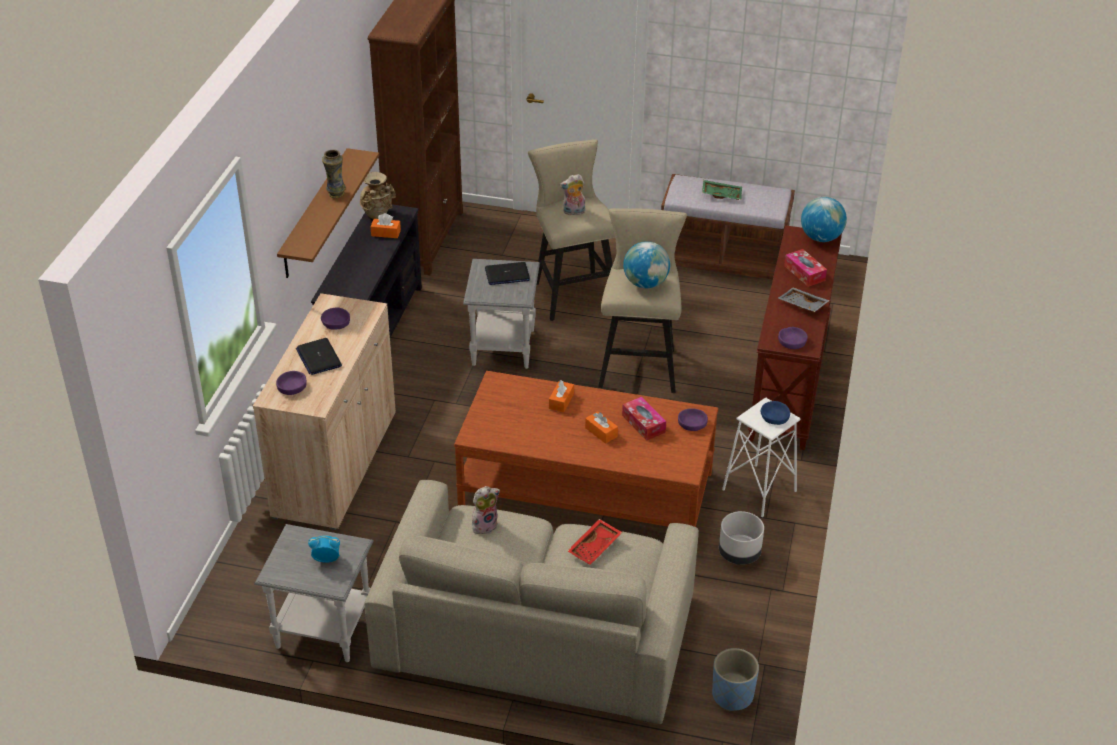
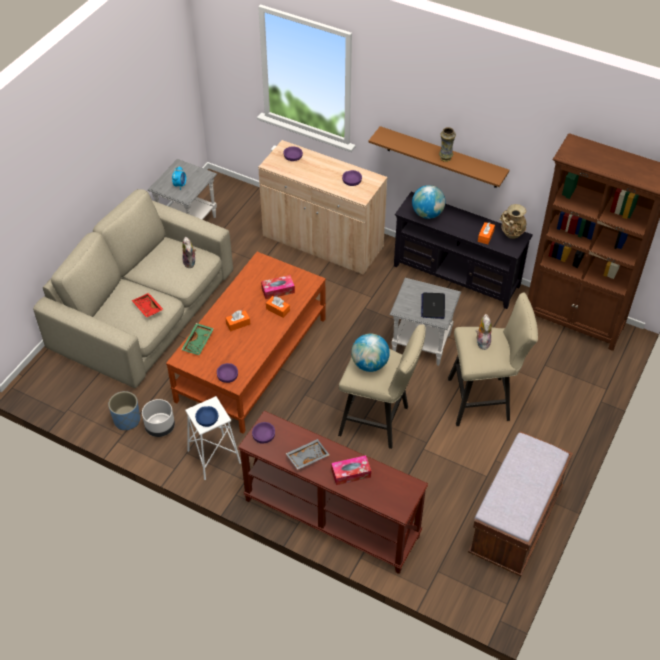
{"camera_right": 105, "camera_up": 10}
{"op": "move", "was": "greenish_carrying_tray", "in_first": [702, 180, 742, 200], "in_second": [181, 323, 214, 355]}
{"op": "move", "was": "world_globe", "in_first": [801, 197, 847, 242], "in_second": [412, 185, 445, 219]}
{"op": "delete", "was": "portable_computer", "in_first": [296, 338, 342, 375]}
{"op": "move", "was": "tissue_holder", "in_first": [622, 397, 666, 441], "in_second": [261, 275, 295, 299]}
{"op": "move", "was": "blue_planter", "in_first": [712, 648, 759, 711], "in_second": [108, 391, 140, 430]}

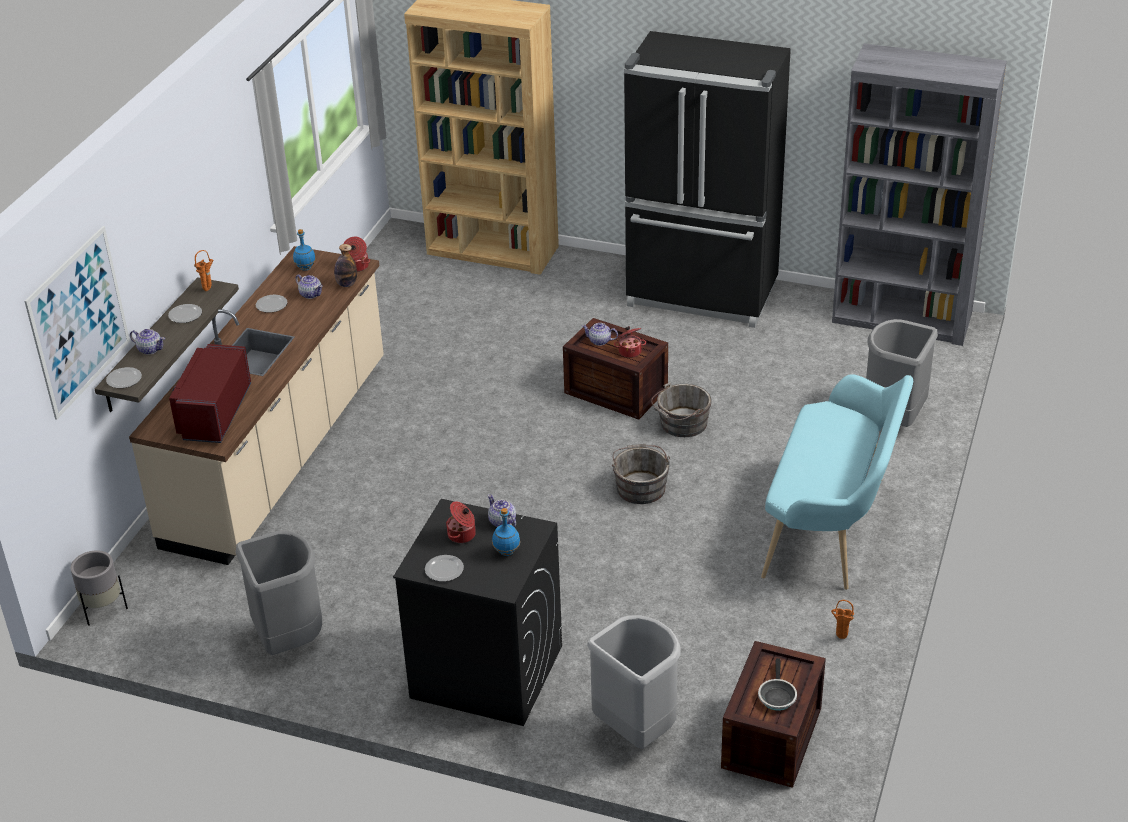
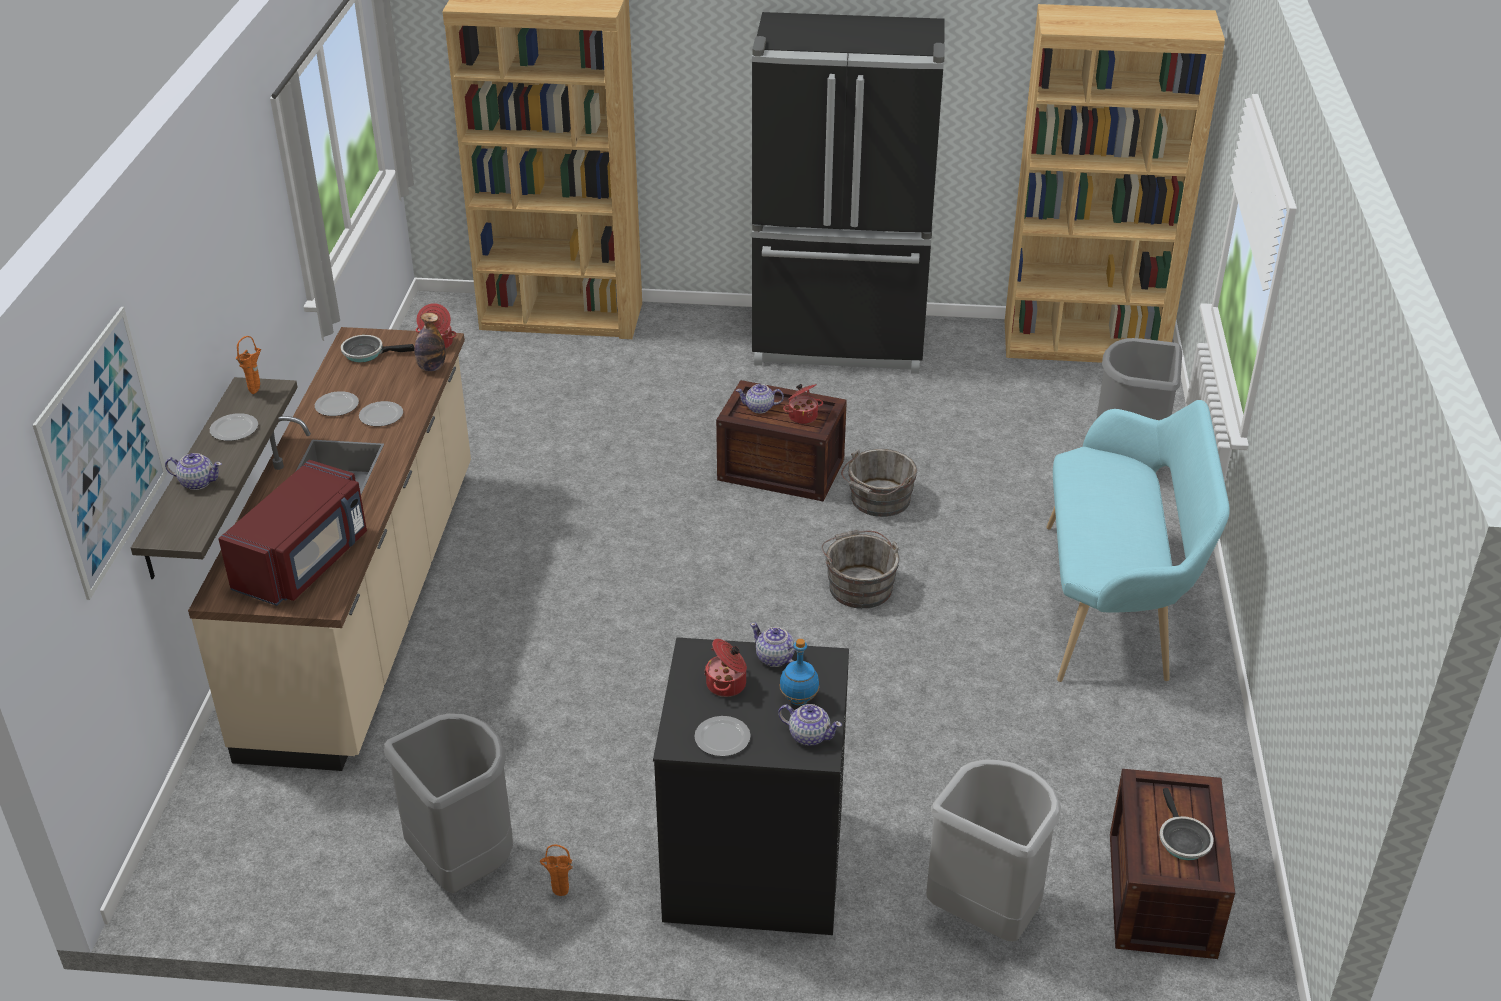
{"camera_right": -15, "camera_up": 0}
{"op": "recolor", "was": "grey_bookshelf", "now": "brownish_bookshelf", "in_first": [832, 44, 1007, 346], "in_second": [1004, 4, 1225, 363]}
{"op": "replace", "was": "blue_drink_bottle", "now": "frying_pan", "in_first": [293, 229, 316, 271], "in_second": [341, 335, 414, 362]}
{"op": "move", "was": "tea_pot", "in_first": [296, 274, 323, 299], "in_second": [778, 704, 842, 746]}
{"op": "rotate", "was": "red_microwave_oven", "in_first": [169, 344, 251, 443], "in_second": [218, 460, 367, 606], "clockwise": -150}
{"op": "move", "was": "flat_dish", "in_first": [106, 367, 142, 388], "in_second": [359, 401, 403, 426]}
{"op": "delete", "was": "grey_planter", "in_first": [70, 550, 128, 626]}
{"op": "move", "was": "orange-coloured_decorative_vase", "in_first": [831, 600, 854, 639], "in_second": [540, 844, 573, 896]}

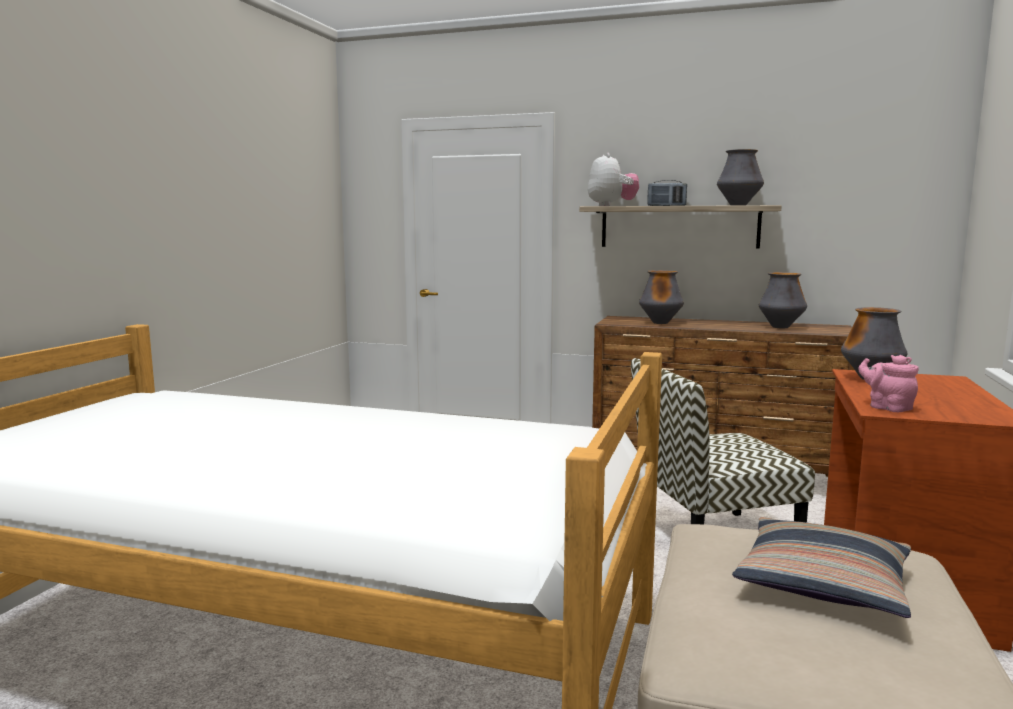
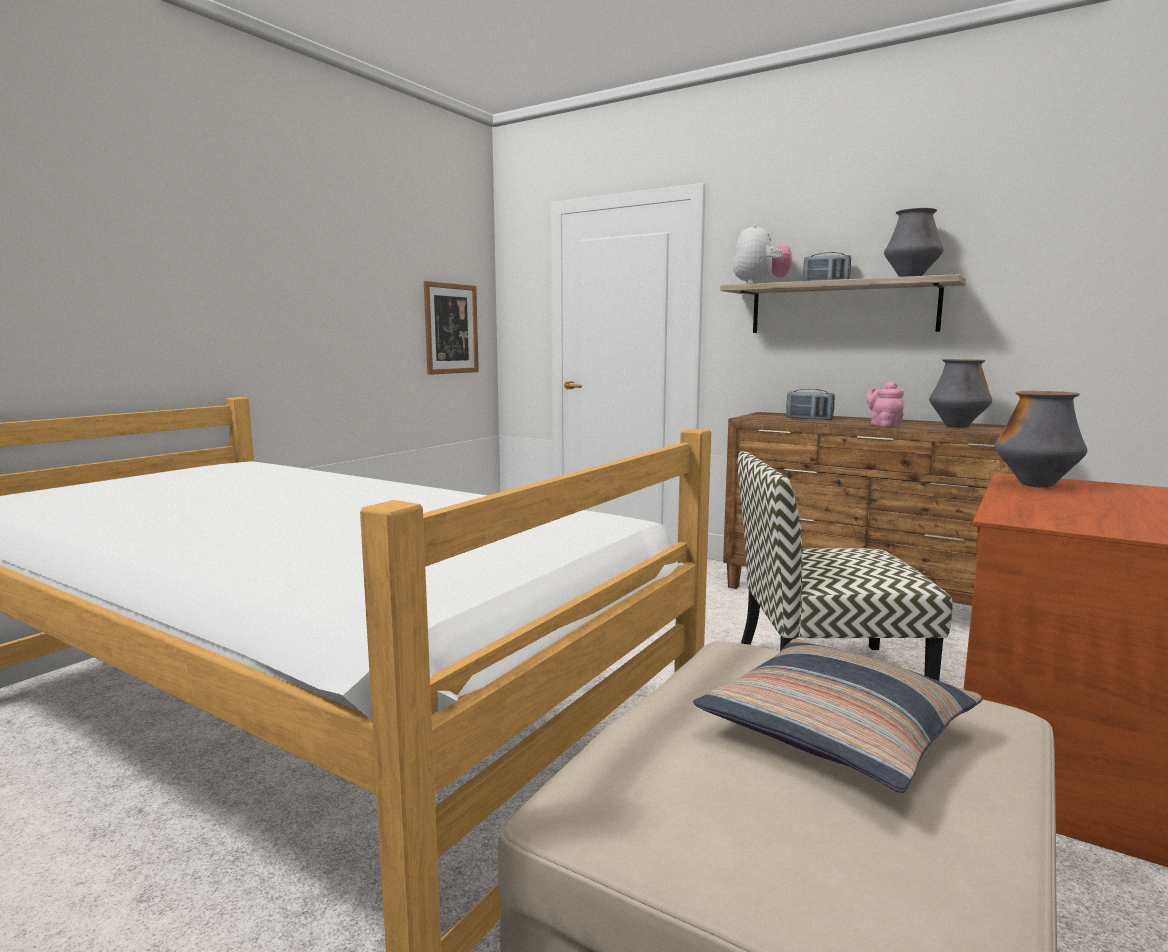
{"camera_right": 15, "camera_up": 0}
{"op": "replace", "was": "decorative_vase", "now": "radio_receiver", "in_first": [639, 270, 684, 324], "in_second": [786, 389, 835, 420]}
{"op": "move", "was": "pinkish_tea_pot", "in_first": [858, 355, 919, 412], "in_second": [866, 382, 904, 426]}
{"op": "insert", "now": "wall_art", "in_second": [424, 281, 479, 375]}

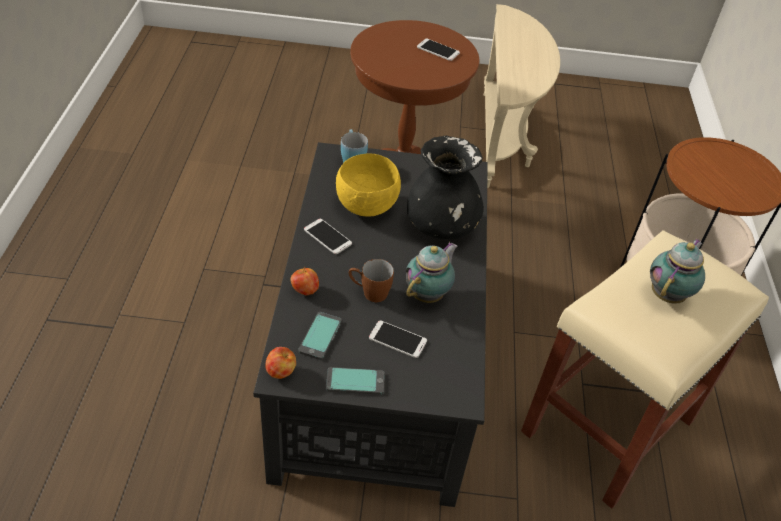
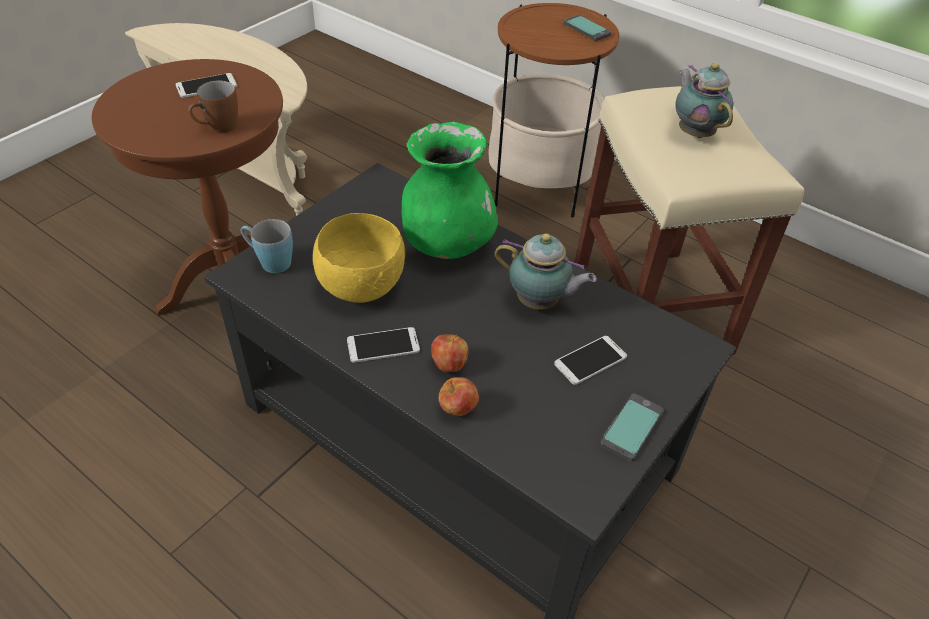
{"camera_right": -55, "camera_up": 0}
{"op": "recolor", "was": "black-coloured_decorative_vase", "now": "greenish_decorative_vase", "in_first": [407, 136, 484, 239], "in_second": [402, 122, 498, 259]}
{"op": "rotate", "was": "tea_pot", "in_first": [406, 242, 458, 303], "in_second": [495, 233, 597, 310], "clockwise": 135}
{"op": "move", "was": "brownish_mug", "in_first": [349, 259, 394, 302], "in_second": [188, 80, 238, 133]}
{"op": "move", "was": "phone", "in_first": [298, 312, 341, 360], "in_second": [563, 15, 611, 41]}
{"op": "move", "was": "apple_fruit", "in_first": [265, 347, 296, 379], "in_second": [431, 334, 469, 373]}

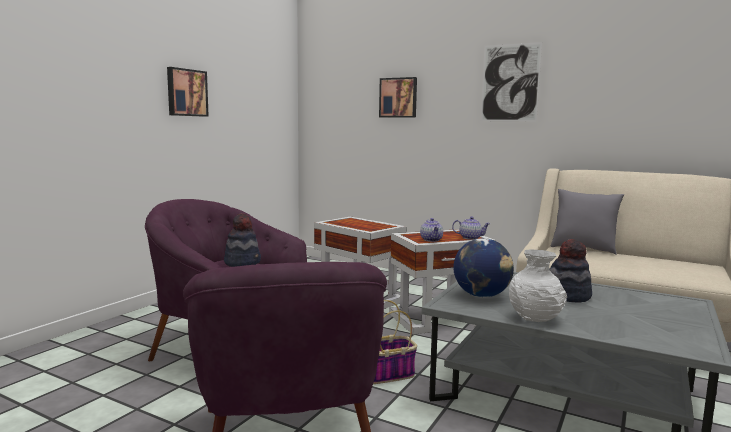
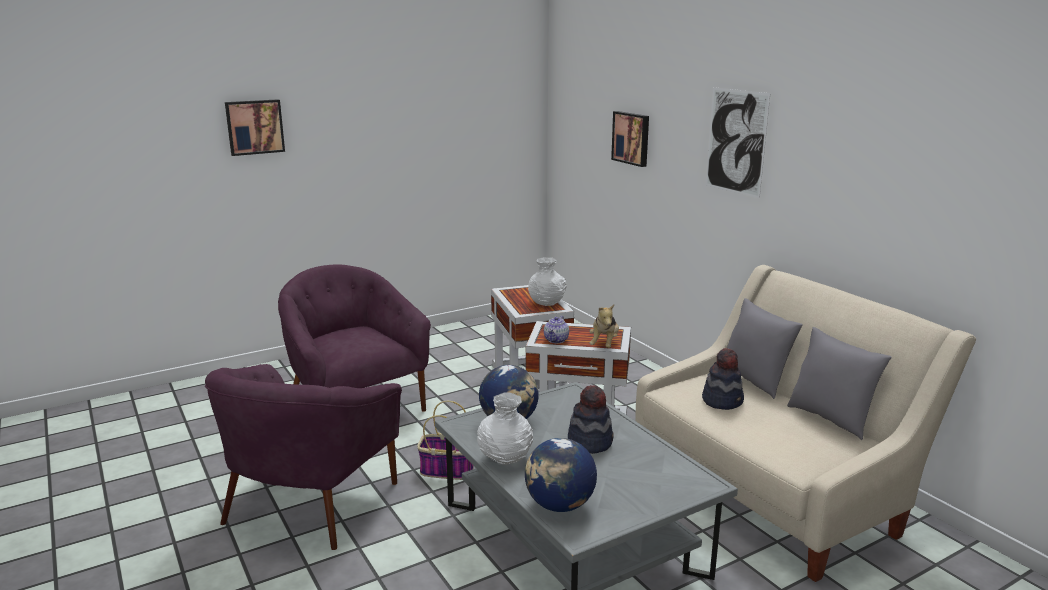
{"camera_right": 30, "camera_up": 10}
{"op": "move", "was": "wall_art", "in_first": [167, 67, 209, 117], "in_second": [225, 99, 285, 156]}
{"op": "move", "was": "hat", "in_first": [224, 213, 261, 267], "in_second": [702, 348, 744, 410]}
{"op": "replace", "was": "tea_pot", "now": "soft_toy", "in_first": [452, 217, 491, 240], "in_second": [590, 304, 619, 348]}
{"op": "insert", "now": "white-coloured_decorative_vase", "in_second": [528, 257, 567, 306]}
{"op": "insert", "now": "grey_cushion", "in_second": [787, 327, 892, 440]}
{"op": "insert", "now": "world_globe", "in_second": [525, 438, 597, 512]}

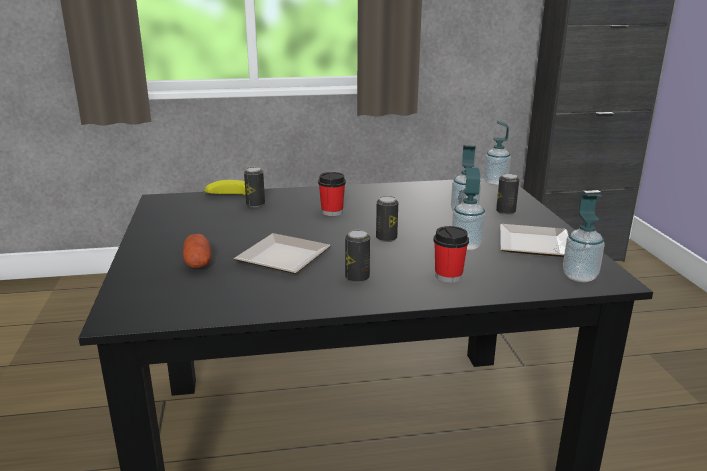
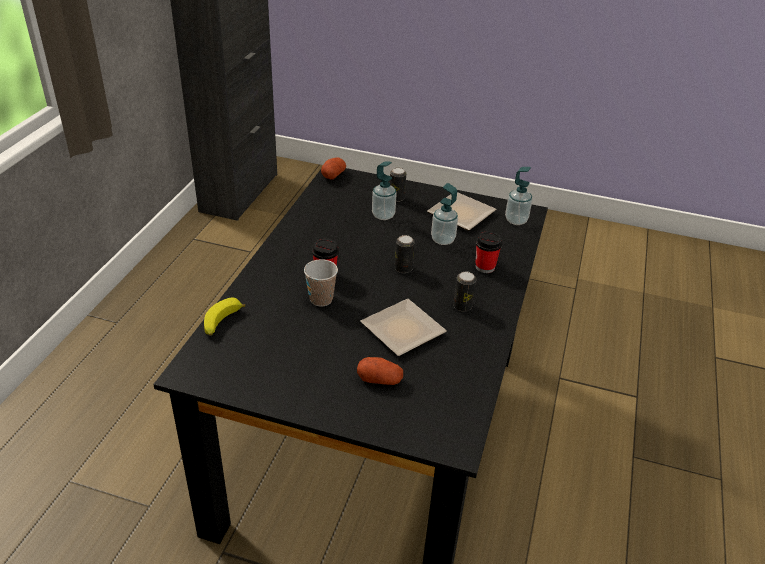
{"camera_right": -65, "camera_up": 15}
{"op": "replace", "was": "soap_dispenser", "now": "whole_potato", "in_first": [484, 121, 511, 186], "in_second": [321, 157, 346, 179]}
{"op": "delete", "was": "sealed_can", "in_first": [244, 167, 265, 207]}
{"op": "insert", "now": "drinking_cup", "in_second": [304, 259, 338, 307]}

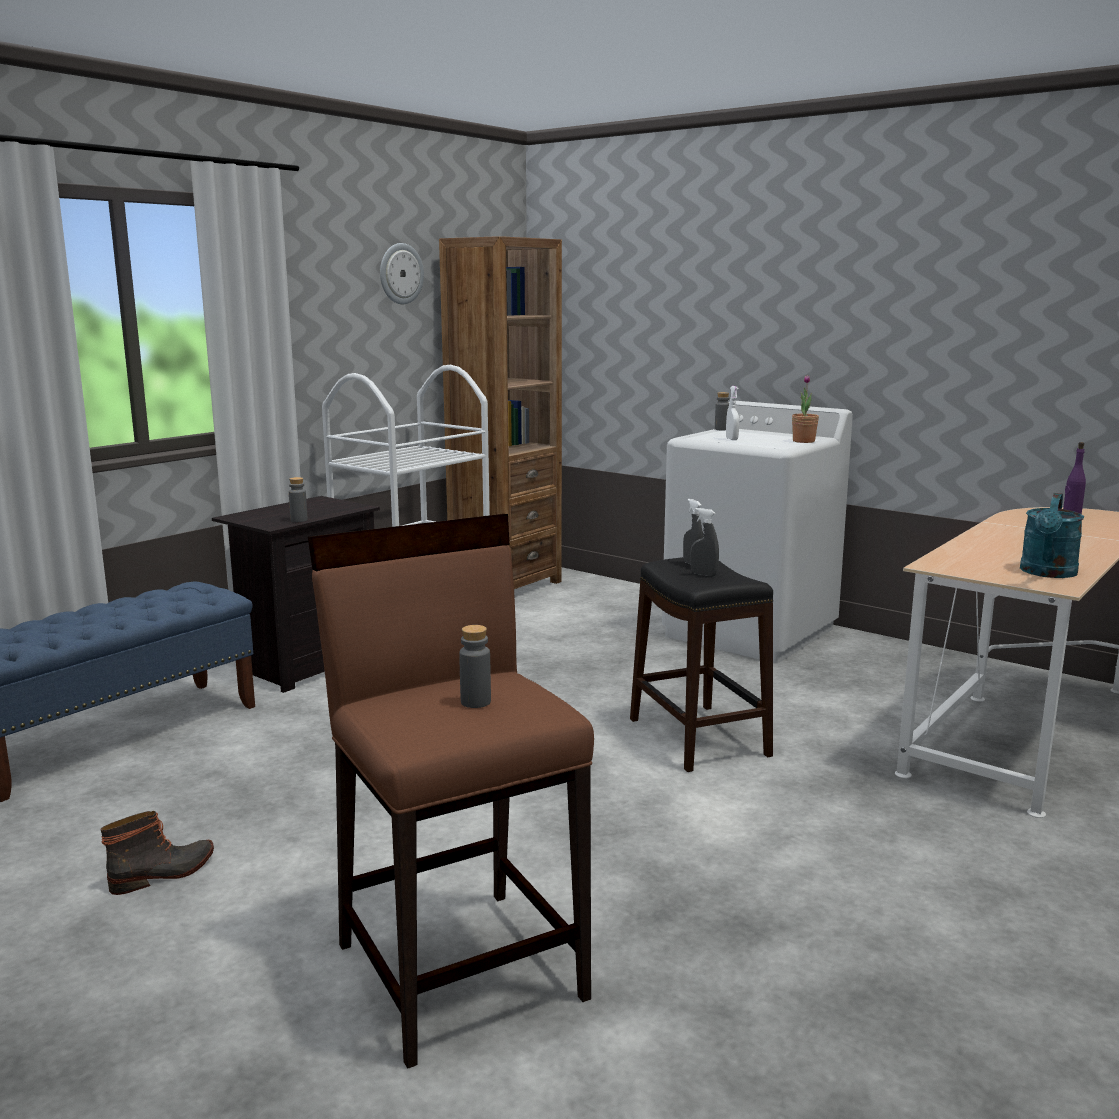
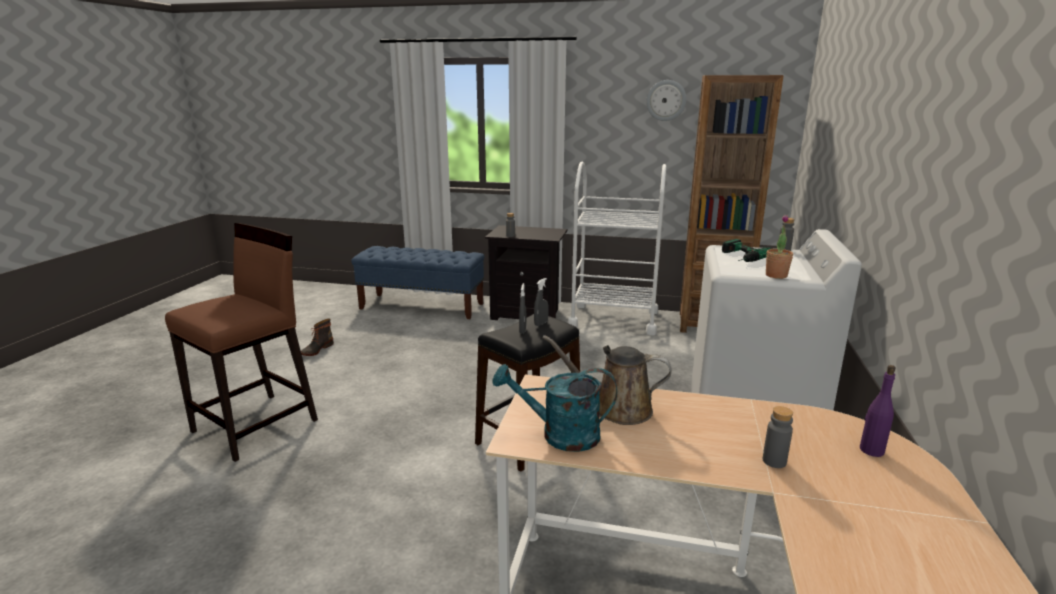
{"camera_right": 65, "camera_up": 5}
{"op": "replace", "was": "white-coloured_hand_sprayer", "now": "power_drill", "in_first": [726, 386, 739, 440], "in_second": [722, 239, 772, 262]}
{"op": "move", "was": "grey_drink_bottle", "in_first": [459, 625, 491, 708], "in_second": [763, 406, 793, 468]}
{"op": "rotate", "was": "high-top_boot", "in_first": [100, 811, 214, 895], "in_second": [301, 319, 334, 356], "clockwise": 90}
{"op": "insert", "now": "brownish_sprinkling_can", "in_second": [543, 335, 672, 425]}

